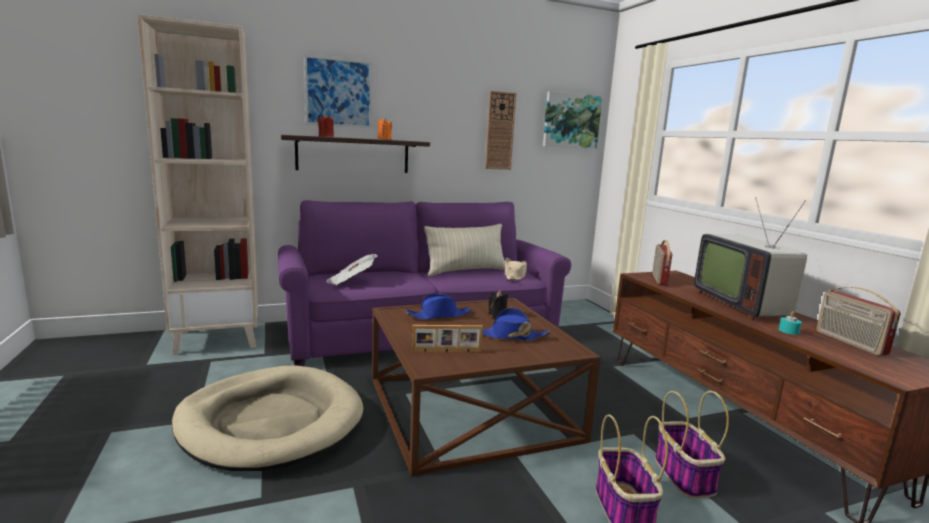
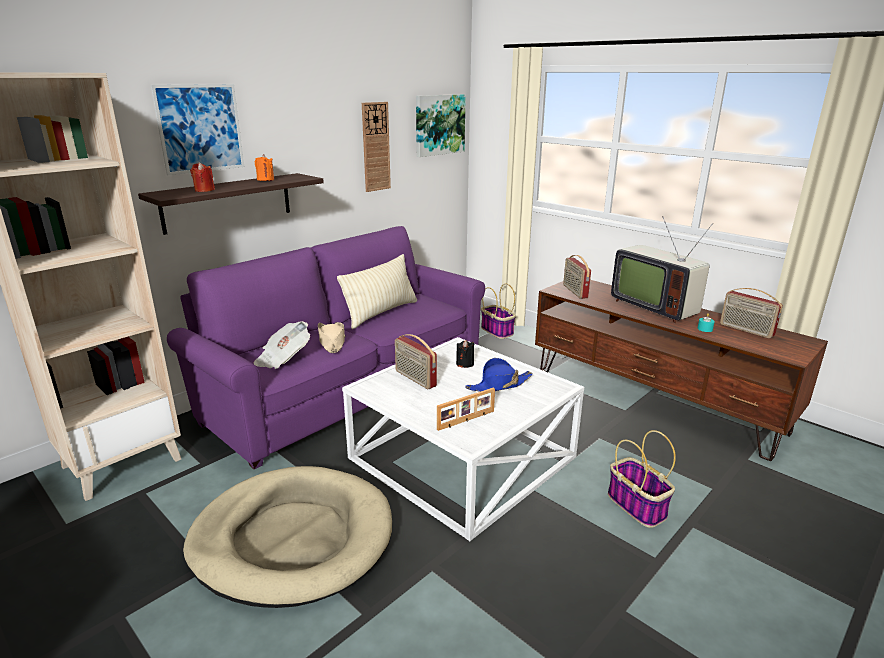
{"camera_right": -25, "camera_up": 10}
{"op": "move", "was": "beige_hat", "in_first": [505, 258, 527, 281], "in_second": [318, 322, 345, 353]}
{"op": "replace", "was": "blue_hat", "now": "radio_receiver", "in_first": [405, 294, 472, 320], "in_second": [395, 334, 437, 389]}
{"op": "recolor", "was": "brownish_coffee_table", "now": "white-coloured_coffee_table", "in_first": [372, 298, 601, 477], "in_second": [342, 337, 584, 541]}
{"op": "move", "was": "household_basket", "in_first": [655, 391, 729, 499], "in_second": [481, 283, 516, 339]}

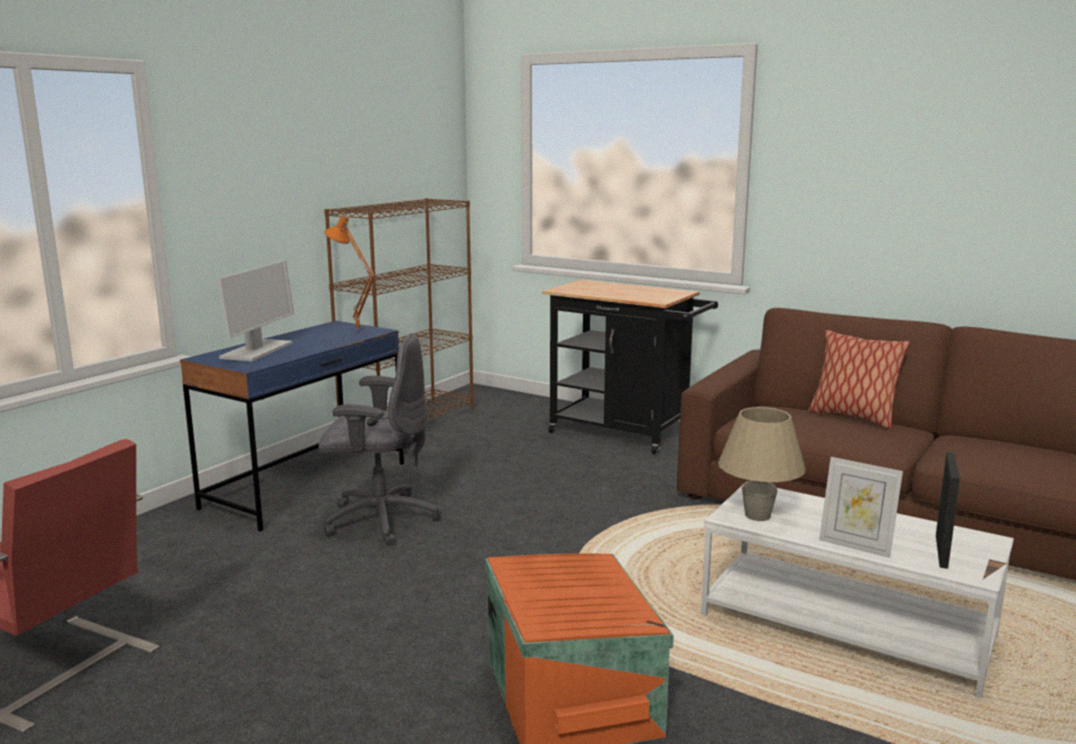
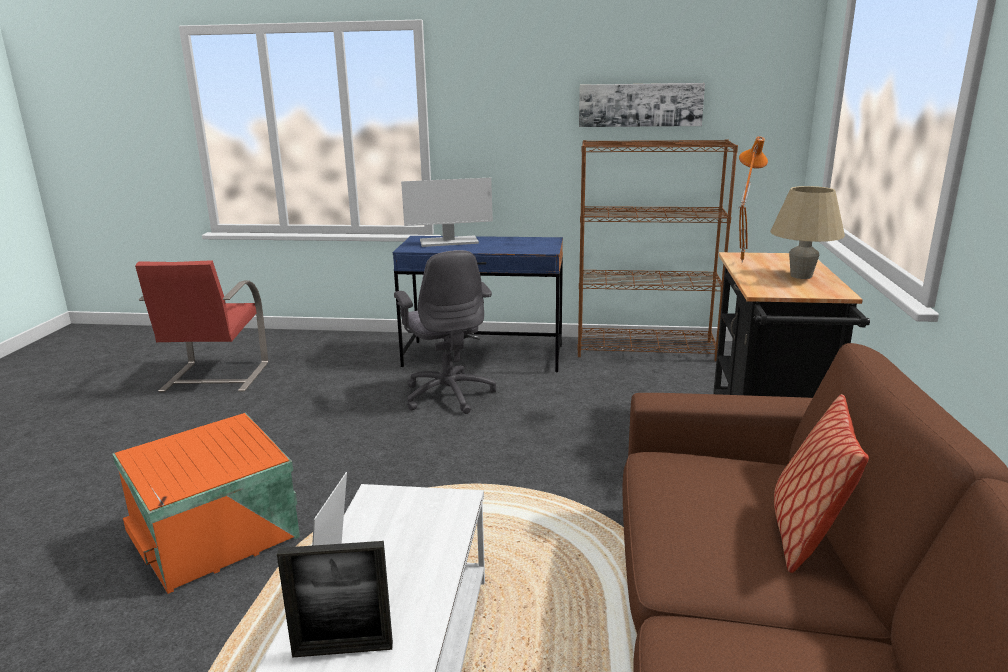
{"camera_right": 65, "camera_up": 5}
{"op": "move", "was": "orange-coloured_table_lamp", "in_first": [324, 215, 375, 331], "in_second": [739, 136, 768, 264]}
{"op": "move", "was": "beige_table_lamp", "in_first": [718, 407, 806, 521], "in_second": [770, 186, 845, 279]}
{"op": "insert", "now": "wall_art", "in_second": [579, 83, 705, 127]}

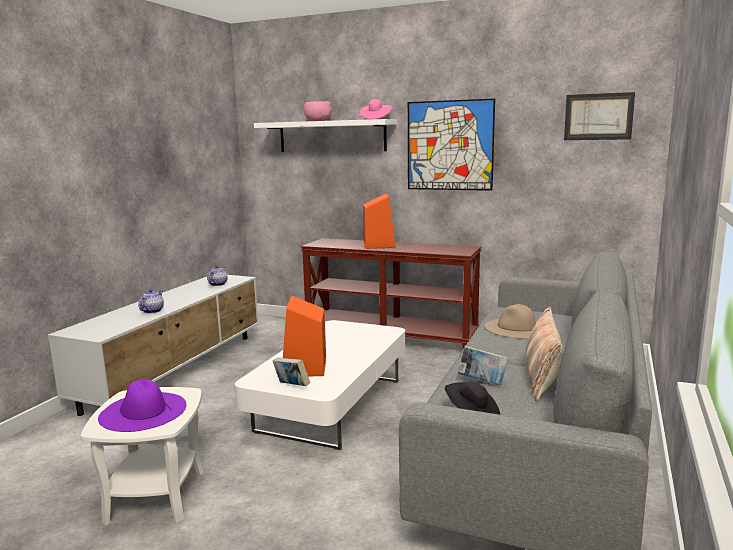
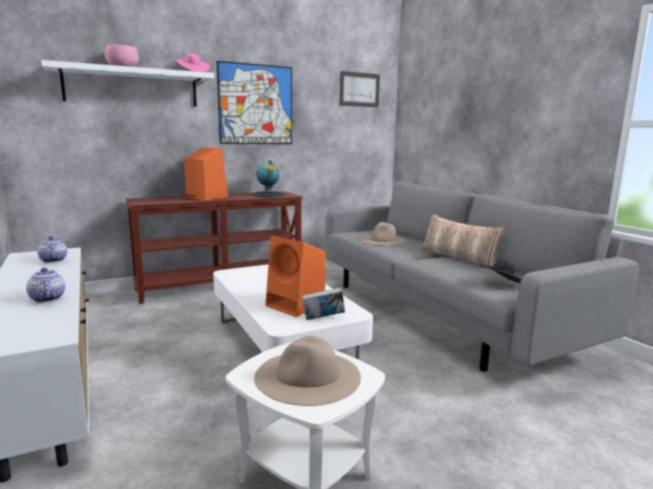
{"camera_right": -50, "camera_up": 0}
{"op": "delete", "was": "volume", "in_first": [458, 346, 508, 386]}
{"op": "recolor", "was": "purple_hat", "now": "beige_hat", "in_first": [98, 380, 186, 432], "in_second": [254, 336, 361, 406]}
{"op": "insert", "now": "world_globe", "in_second": [252, 160, 284, 197]}

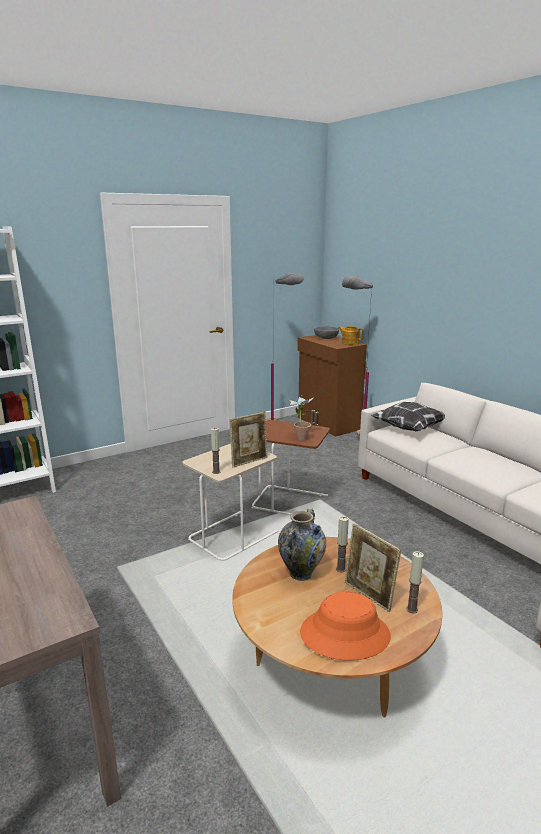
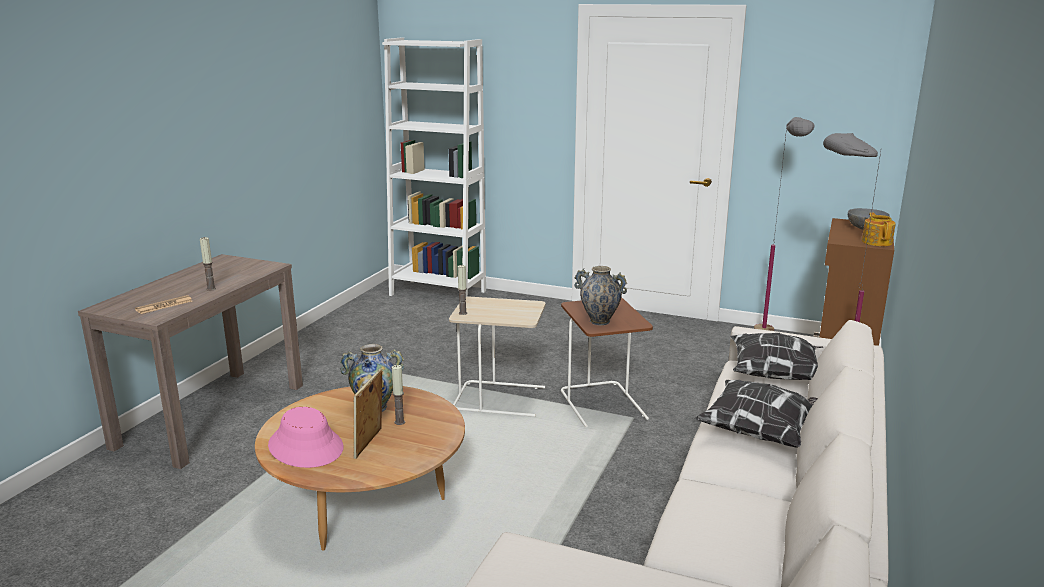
{"camera_right": 55, "camera_up": 0}
{"op": "replace", "was": "potted_plant", "now": "decorative_vase", "in_first": [288, 396, 315, 441], "in_second": [575, 266, 627, 325]}
{"op": "delete", "was": "photo_frame", "in_first": [229, 412, 267, 467]}
{"op": "move", "was": "candle", "in_first": [406, 551, 424, 613], "in_second": [200, 237, 216, 291]}
{"op": "recolor", "was": "orange-coloured_hat", "now": "pinkish_hat", "in_first": [300, 592, 391, 661], "in_second": [268, 407, 343, 468]}
{"op": "insert", "now": "printed_paper", "in_second": [135, 295, 192, 314]}
{"op": "insert", "now": "cushion", "in_second": [695, 380, 818, 448]}

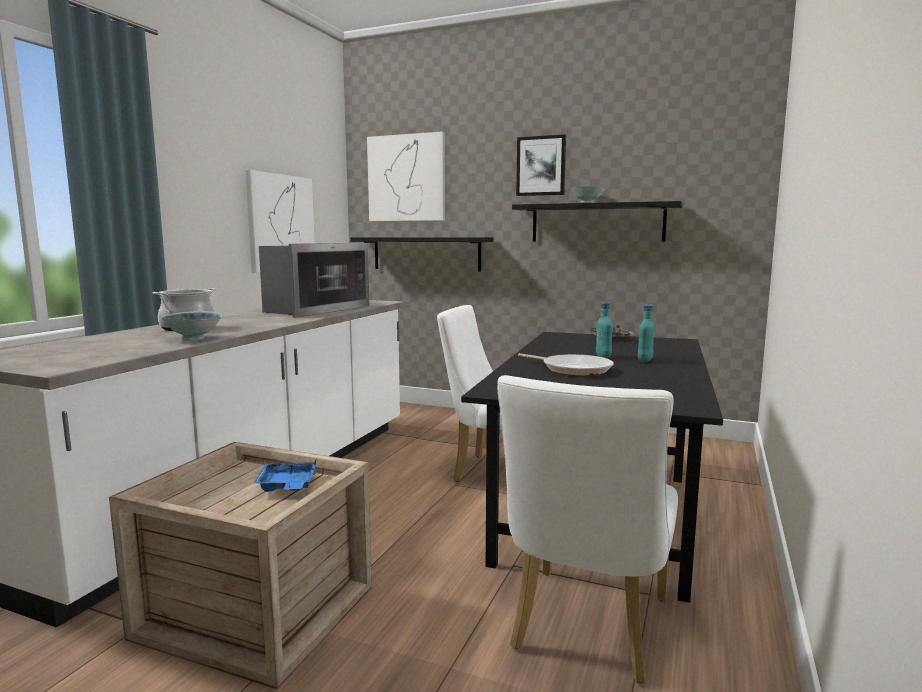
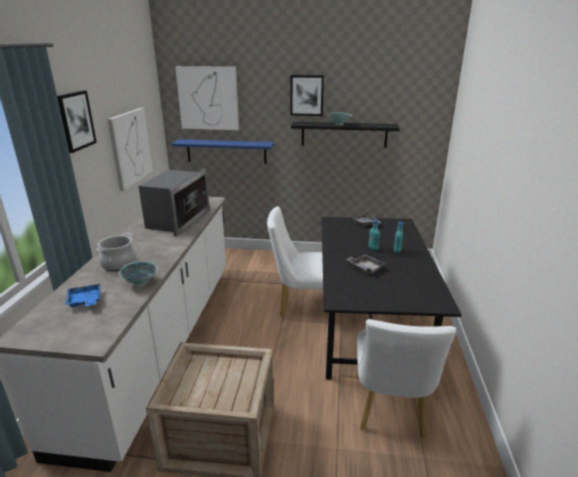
{"camera_right": -15, "camera_up": 15}
{"op": "recolor", "was": "black-coloured_shelf", "now": "blue_shelf", "in_first": [350, 237, 493, 271], "in_second": [172, 139, 274, 164]}
{"op": "replace", "was": "frying_pan", "now": "grey_carrying_tray", "in_first": [518, 353, 614, 376], "in_second": [346, 254, 386, 274]}
{"op": "move", "was": "blue_carrying_tray", "in_first": [254, 459, 316, 492], "in_second": [65, 284, 101, 308]}
{"op": "insert", "now": "wall_art", "in_second": [57, 90, 97, 153]}

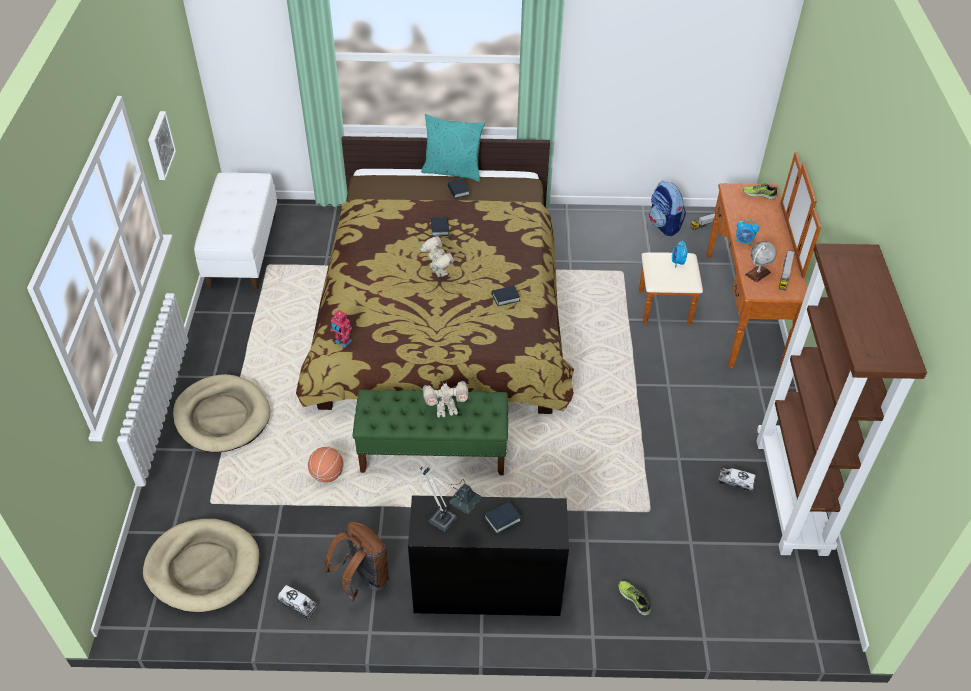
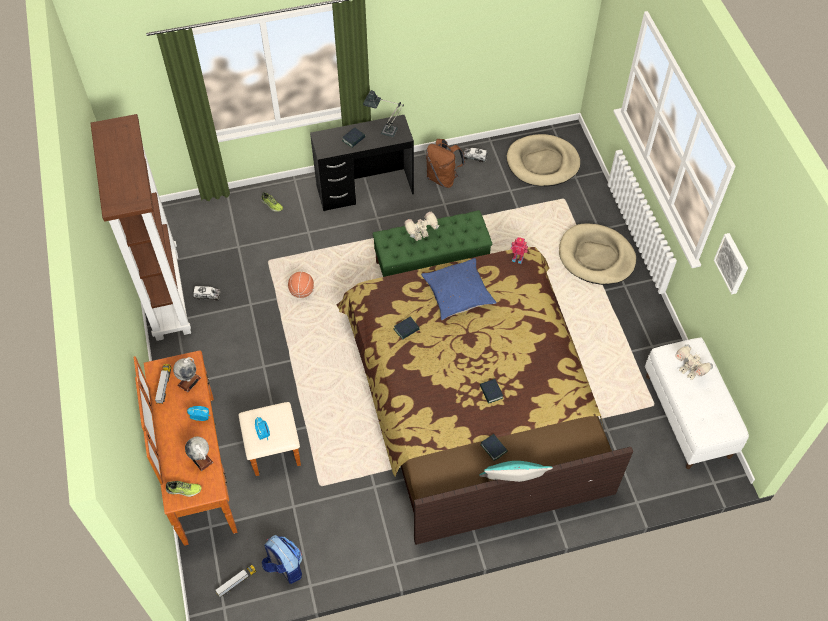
{"camera_right": 165, "camera_up": 10}
{"op": "move", "was": "robot_figure", "in_first": [419, 236, 454, 277], "in_second": [675, 344, 713, 380]}
{"op": "move", "was": "ball_for_basketball", "in_first": [308, 447, 343, 483], "in_second": [288, 272, 314, 298]}
{"op": "insert", "now": "blue_cushion", "in_second": [421, 258, 497, 320]}
{"op": "insert", "now": "world_globe", "in_second": [185, 437, 213, 471]}

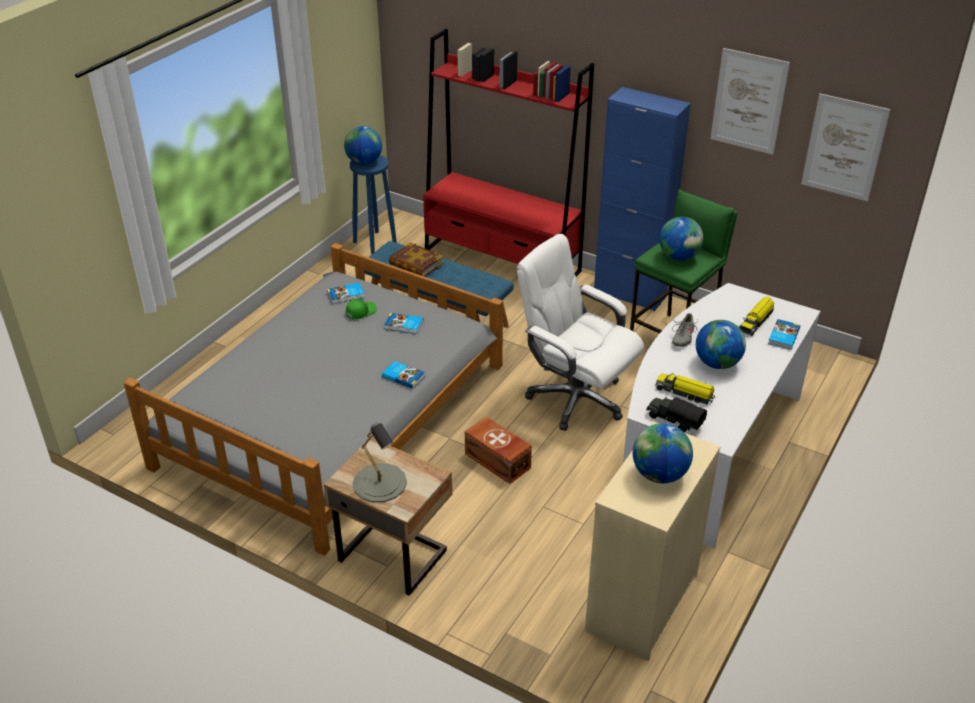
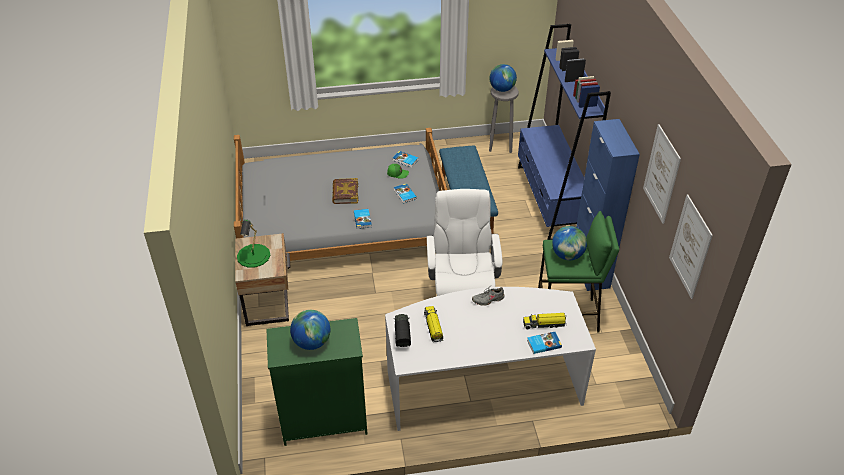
{"camera_right": 50, "camera_up": 5}
{"op": "recolor", "was": "red_bookshelf", "now": "blue_bookshelf", "in_first": [423, 29, 594, 277], "in_second": [518, 24, 611, 240]}
{"op": "recolor", "was": "blue_sitting_stool", "now": "grey_sitting_stool", "in_first": [350, 155, 397, 254], "in_second": [489, 86, 519, 153]}
{"op": "move", "was": "volume", "in_first": [389, 242, 443, 277], "in_second": [332, 178, 358, 204]}
{"op": "delete", "was": "world_globe", "in_first": [696, 320, 746, 369]}
{"op": "delete", "was": "brownish_storage_box", "in_first": [465, 417, 532, 484]}
{"op": "recolor", "was": "beige_chest_of_drawers", "now": "greenish_chest_of_drawers", "in_first": [585, 421, 721, 661], "in_second": [266, 318, 367, 446]}
{"op": "recolor", "was": "grey_table_lamp", "now": "greenish_table_lamp", "in_first": [352, 423, 407, 502], "in_second": [237, 220, 270, 268]}

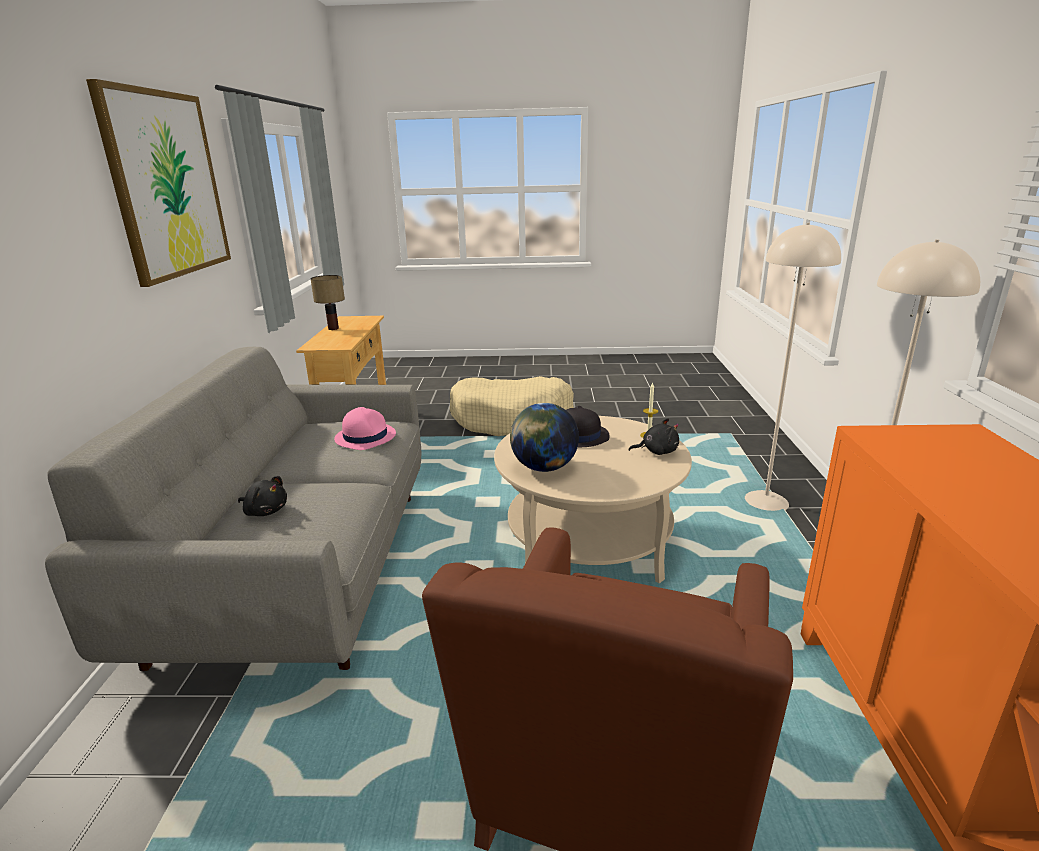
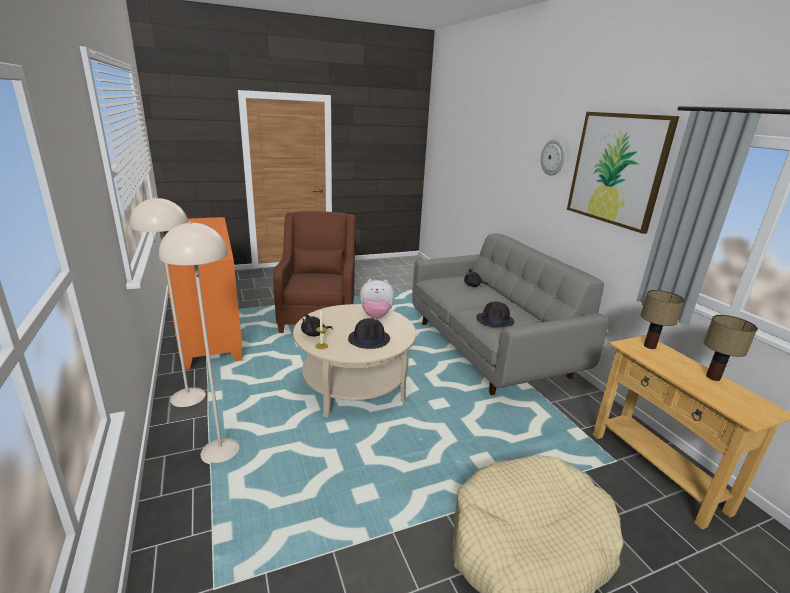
{"camera_right": 155, "camera_up": 0}
{"op": "replace", "was": "world_globe", "now": "soft_toy", "in_first": [510, 403, 579, 472], "in_second": [359, 279, 395, 319]}
{"op": "recolor", "was": "pinkish_hat", "now": "black-coloured_hat", "in_first": [334, 407, 396, 450], "in_second": [476, 301, 514, 327]}
{"op": "insert", "now": "hanging_clock", "in_second": [541, 139, 565, 176]}
{"op": "insert", "now": "table_lamp", "in_second": [641, 290, 685, 349]}

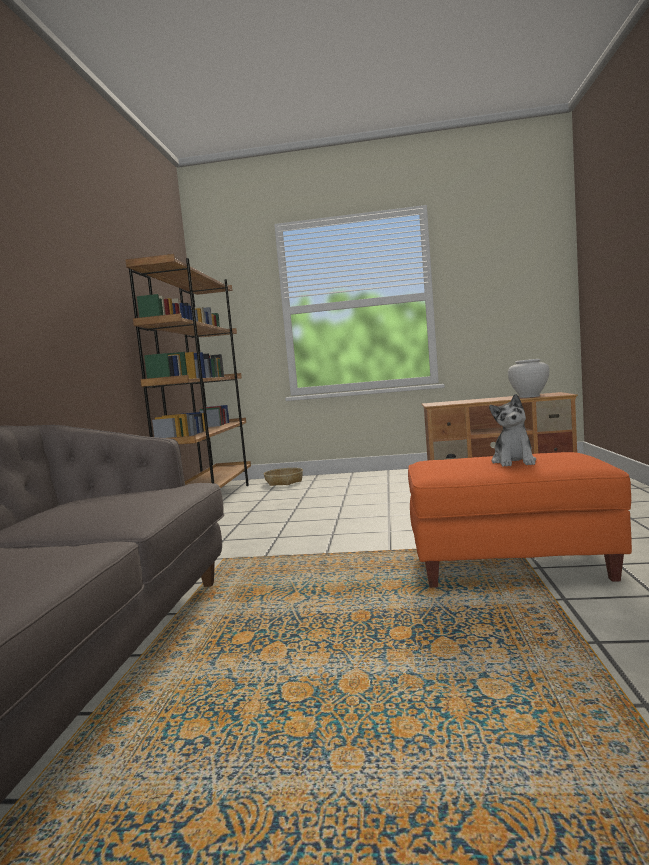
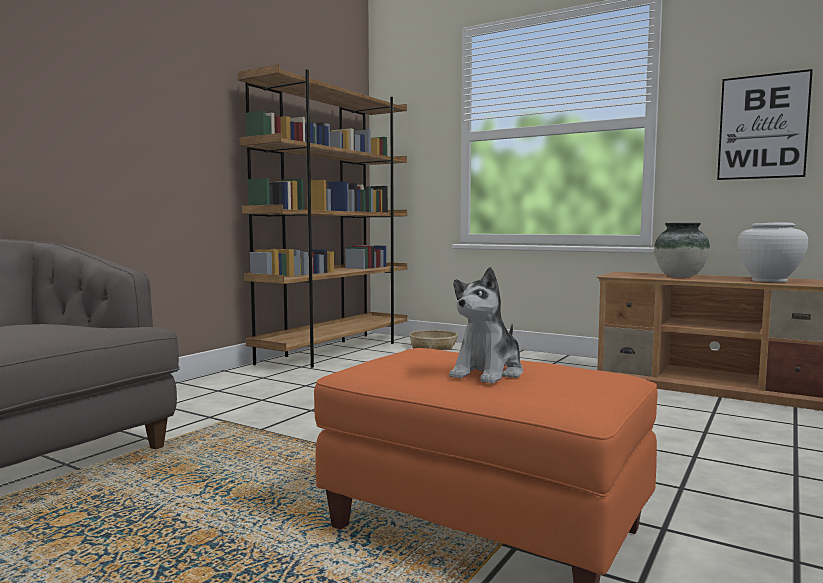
{"camera_right": 25, "camera_up": 0}
{"op": "insert", "now": "wall_art", "in_second": [717, 69, 813, 180]}
{"op": "insert", "now": "decorative_vase", "in_second": [654, 223, 710, 278]}

